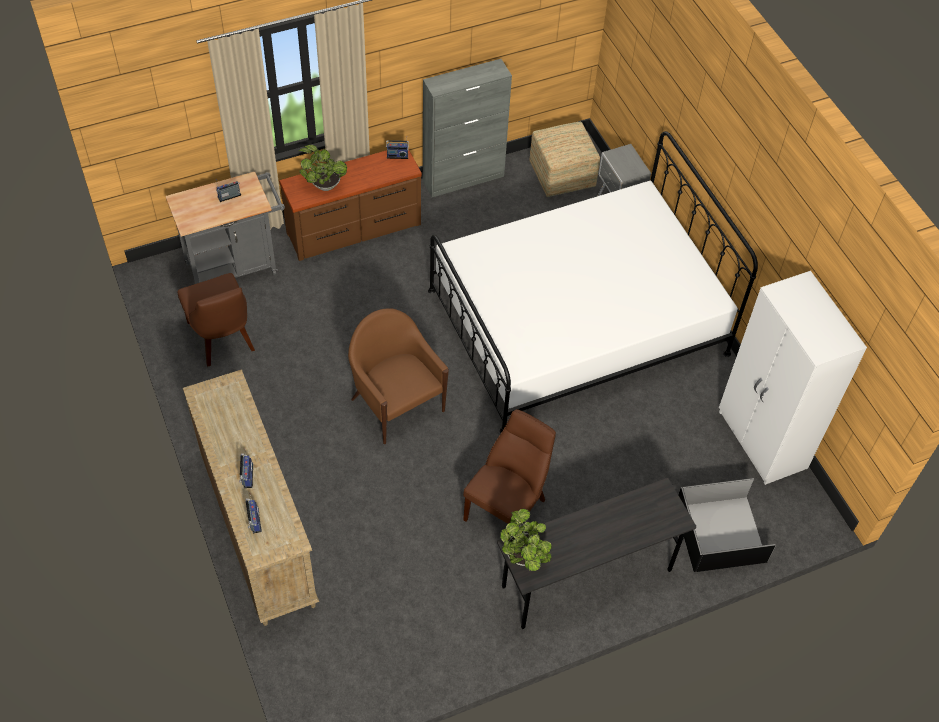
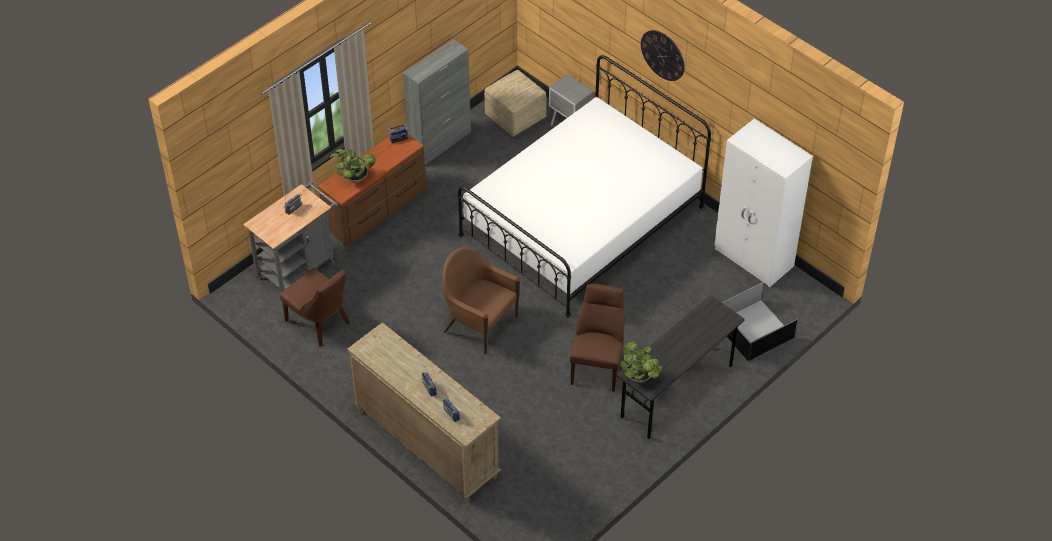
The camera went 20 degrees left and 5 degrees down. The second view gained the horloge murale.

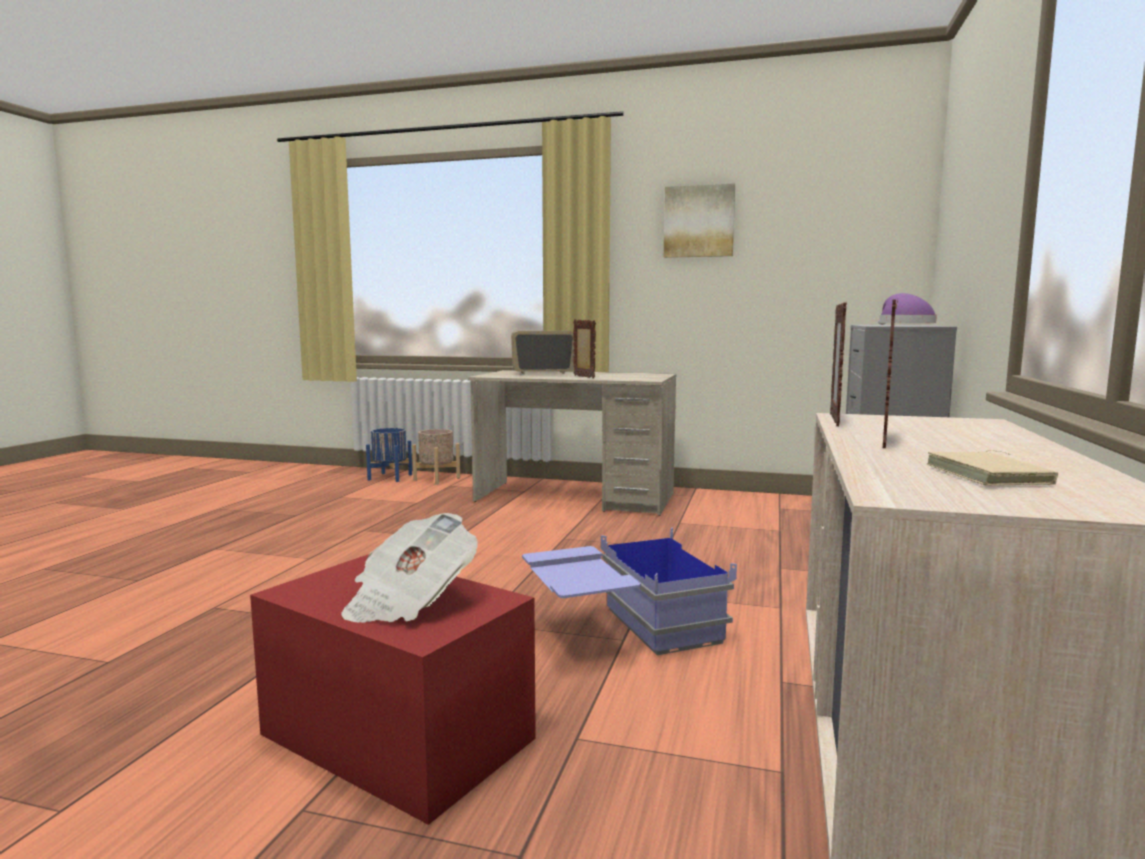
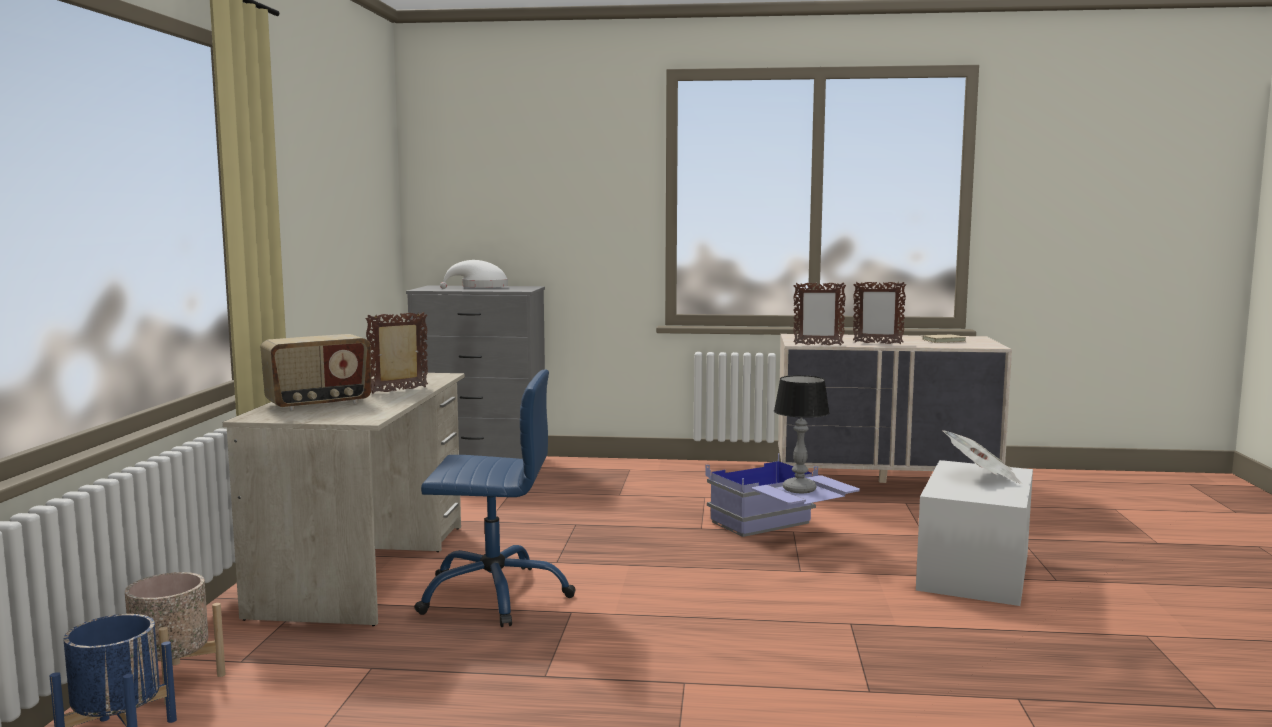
The camera went 100 degrees left and 0 degrees up. The second view lost the tableau. The second view gained the chaise de bureau [bleu]. The second view gained the lampe de table. What was the boîte de rangement [rouge] turned into the boîte de rangement [blanc]. What was the chapeau [violet] turned into the chapeau [blanc]. The radio ended up facing another way, 105 degrees counterclockwise from before.

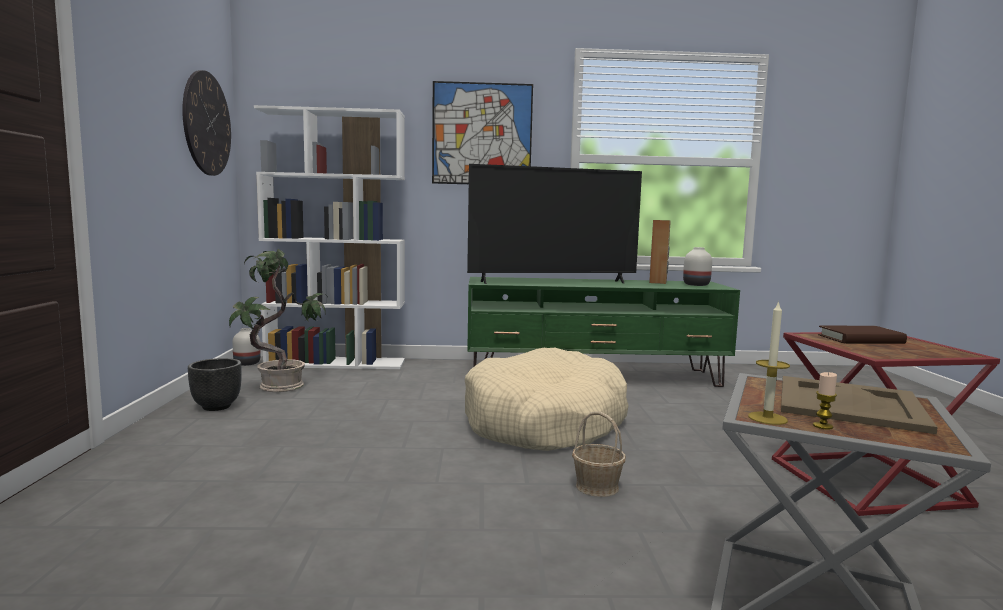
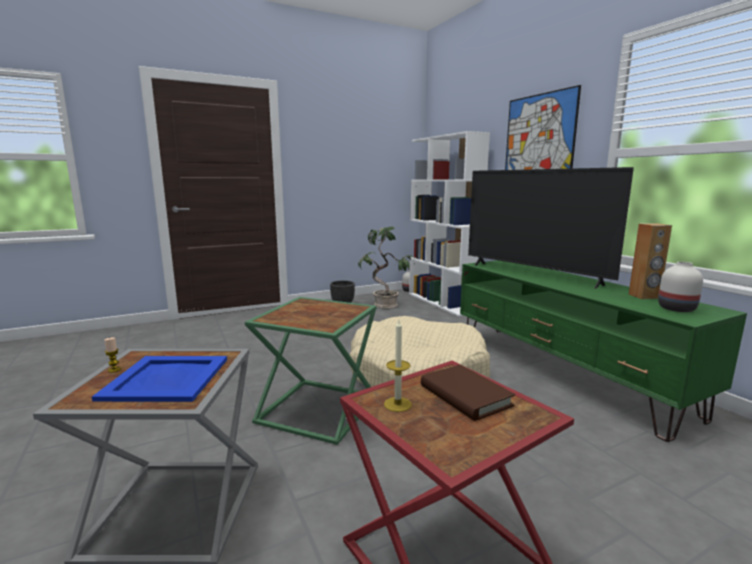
The camera went 65 degrees right and 5 degrees up. The second view lost the horloge murale. The bougie (no. 1 from left in the first image) ended up elsewhere. Where the panier stood, the table d'appoint [vert] came to stand. What was the plateau [beige] turned into the plateau [bleu].

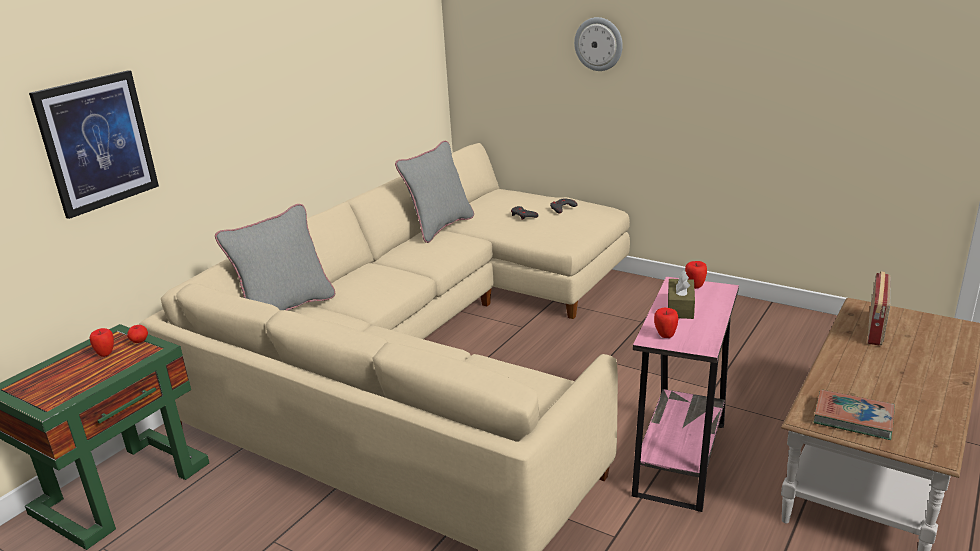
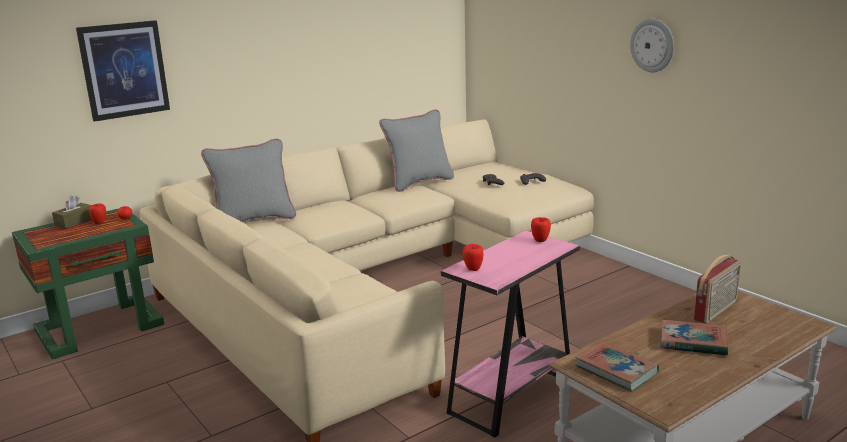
The camera went 20 degrees right and 5 degrees down. The second view gained the livre (no. 2 from left). The horloge murale ended up elsewhere. The boîte à mouchoirs [marron] ended up elsewhere.

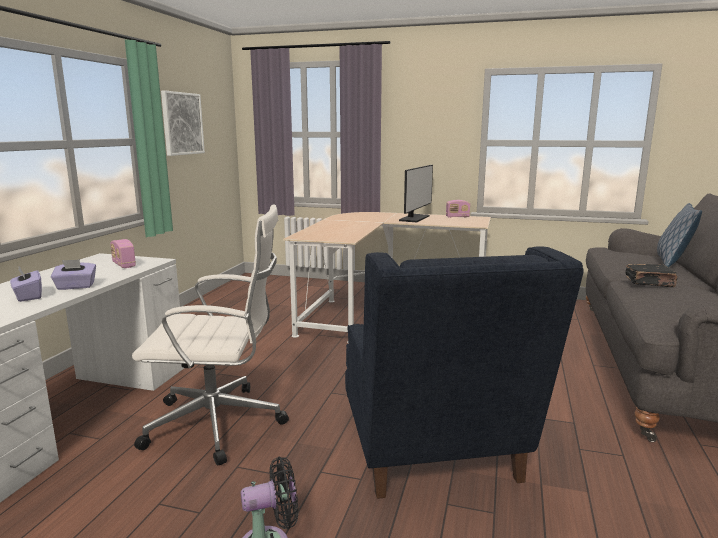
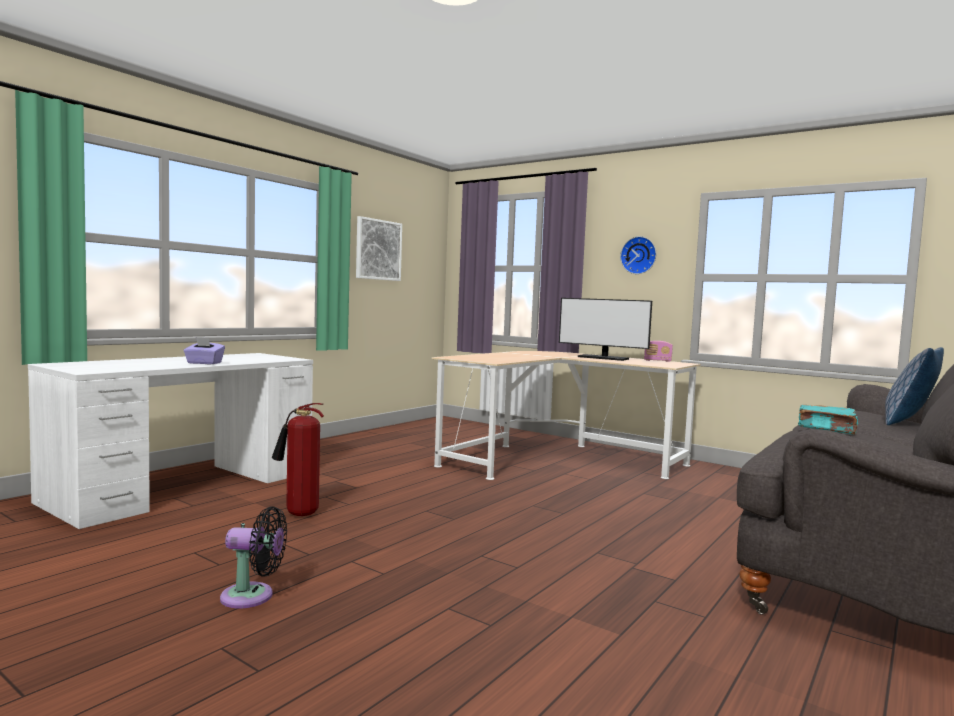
The camera went 20 degrees right and 10 degrees down. The second view lost the boîte à mouchoirs [violet] (no. 1 from left). The second view lost the radio (no. 1 from left). The second view lost the fauteuil [bleu]. The second view gained the horloge murale. Where the chaise de bureau [blanc] stood, the extincteur came to stand. What was the livre [noir] turned into the livre [turquoise]. The écran d'ordinateur ended up facing another way, 75 degrees clockwise from before.

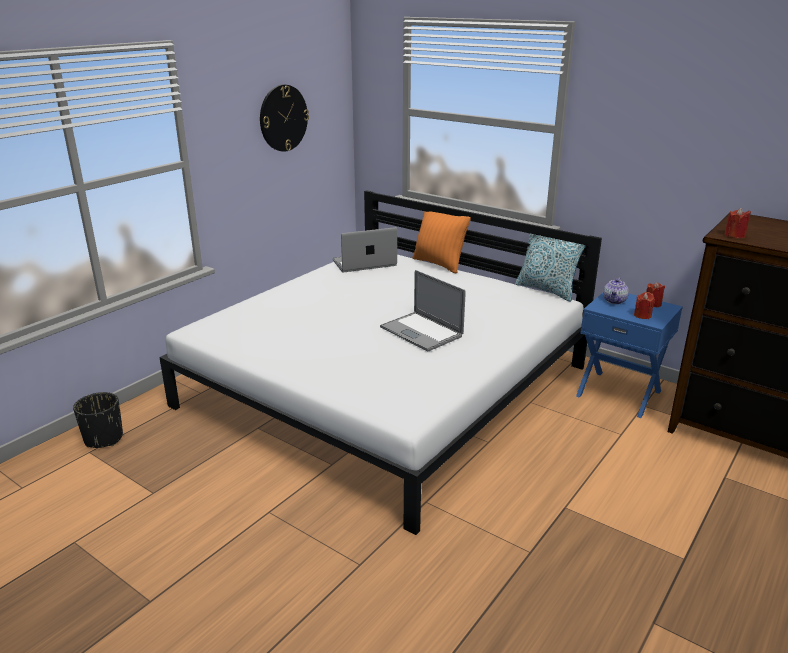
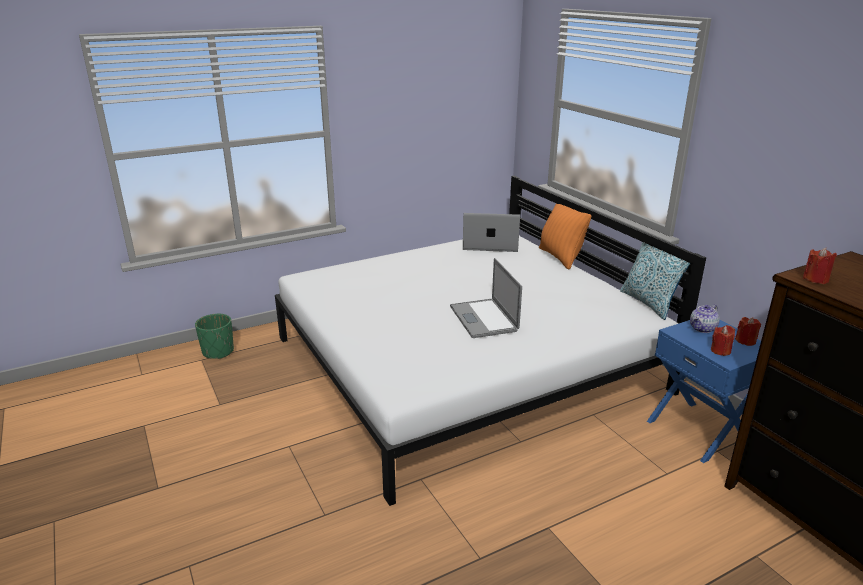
The camera went 25 degrees right and 0 degrees up. The second view lost the horloge murale. What was the cache-pot [noir] turned into the cache-pot [vert].

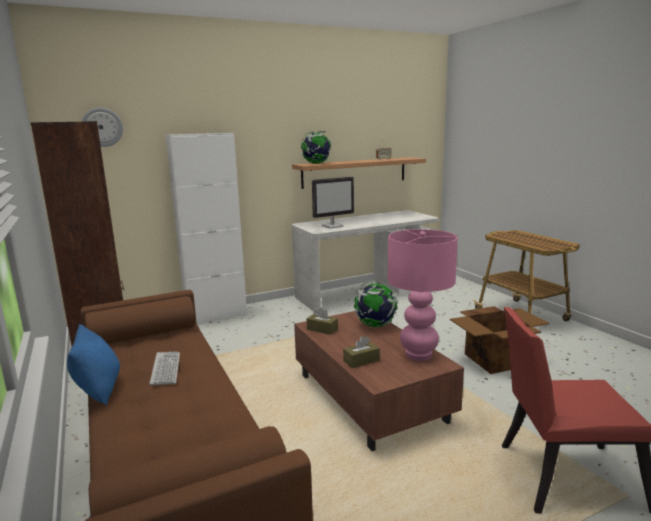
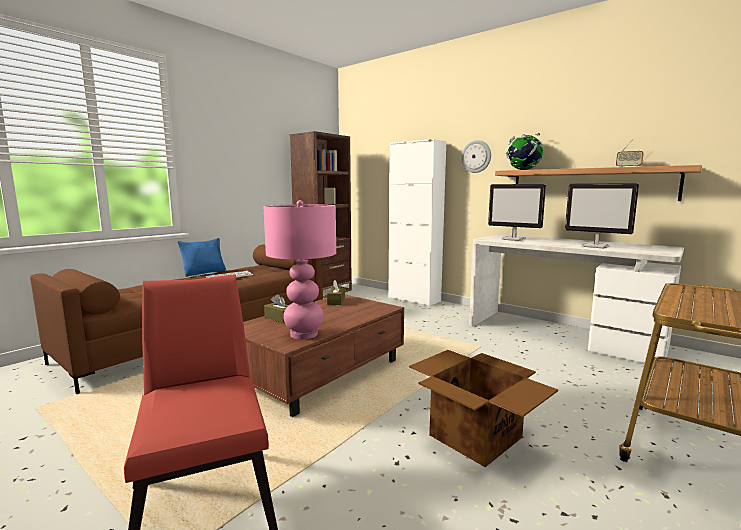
The camera went 65 degrees right and 5 degrees down. The second view lost the globe (no. 2 from left). The second view gained the écran d'ordinateur (no. 2 from left). The horloge murale ended up elsewhere.

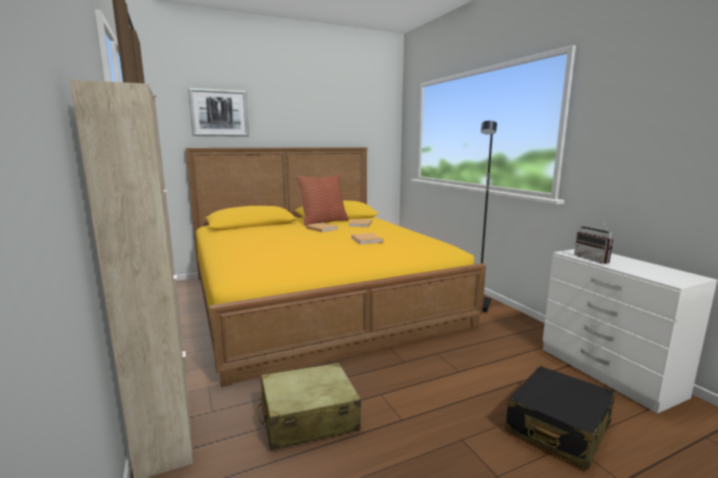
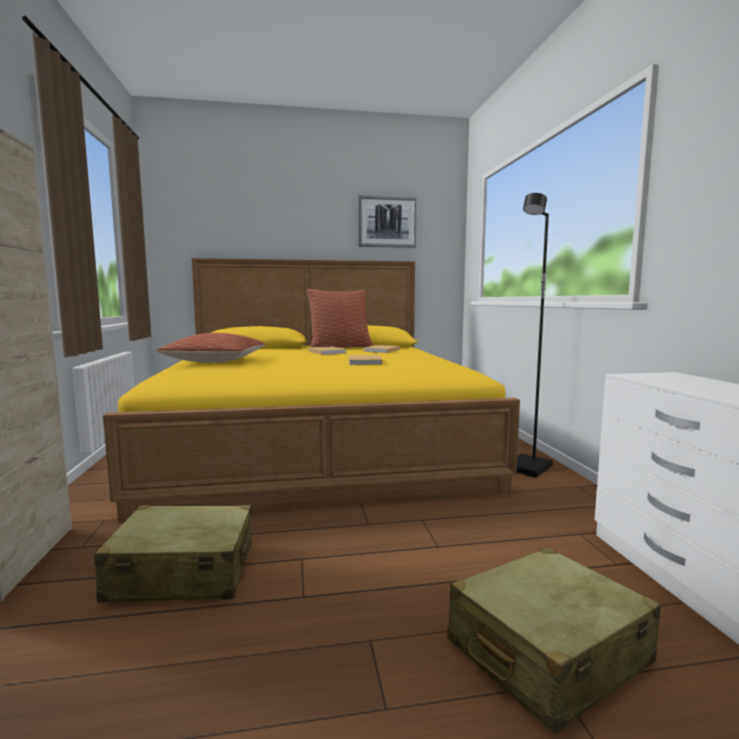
The camera went 15 degrees right and 5 degrees down. The second view lost the radio. The second view gained the coussin (no. 1 from left). The tableau ended up elsewhere. What was the valise [noir] turned into the valise [beige] (no. 2 from left).

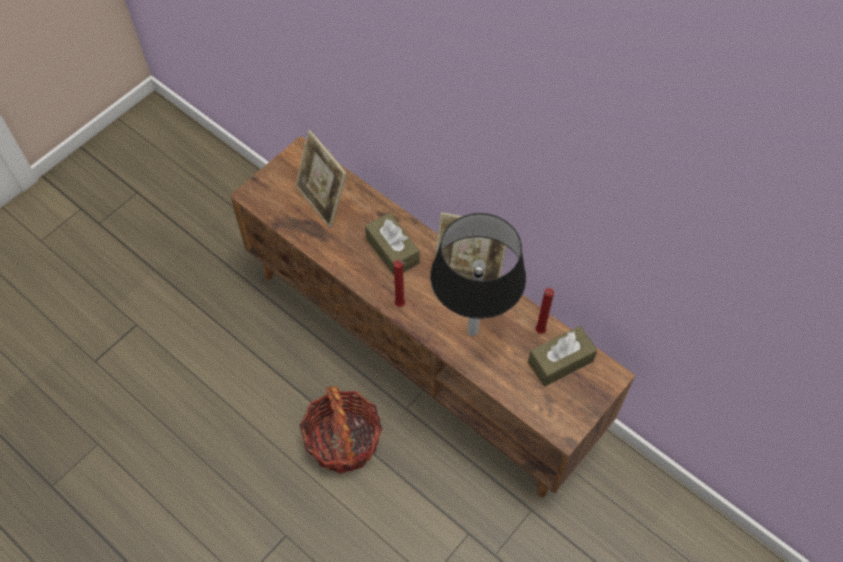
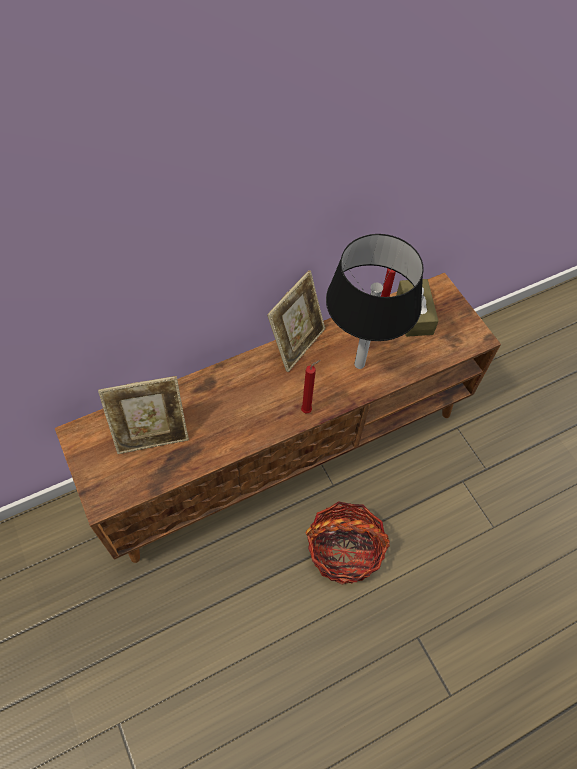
The camera went 70 degrees left and 0 degrees up. The second view lost the boîte à mouchoirs [marron] (no. 1 from left).

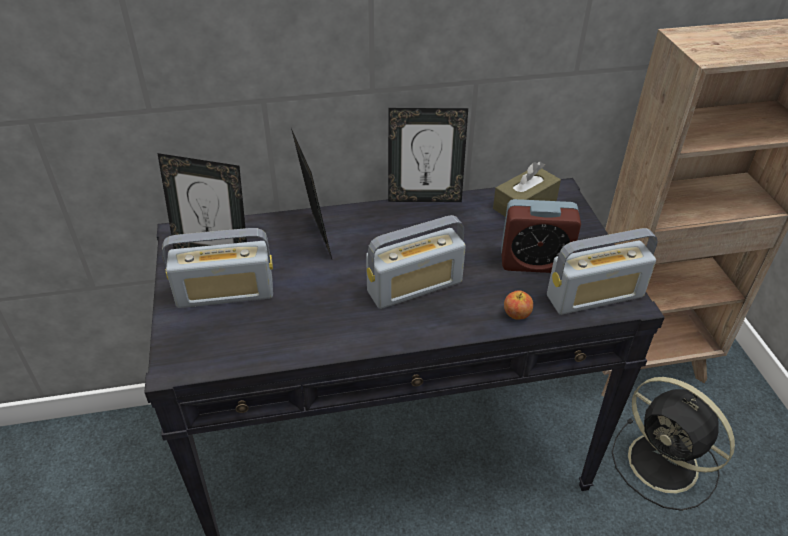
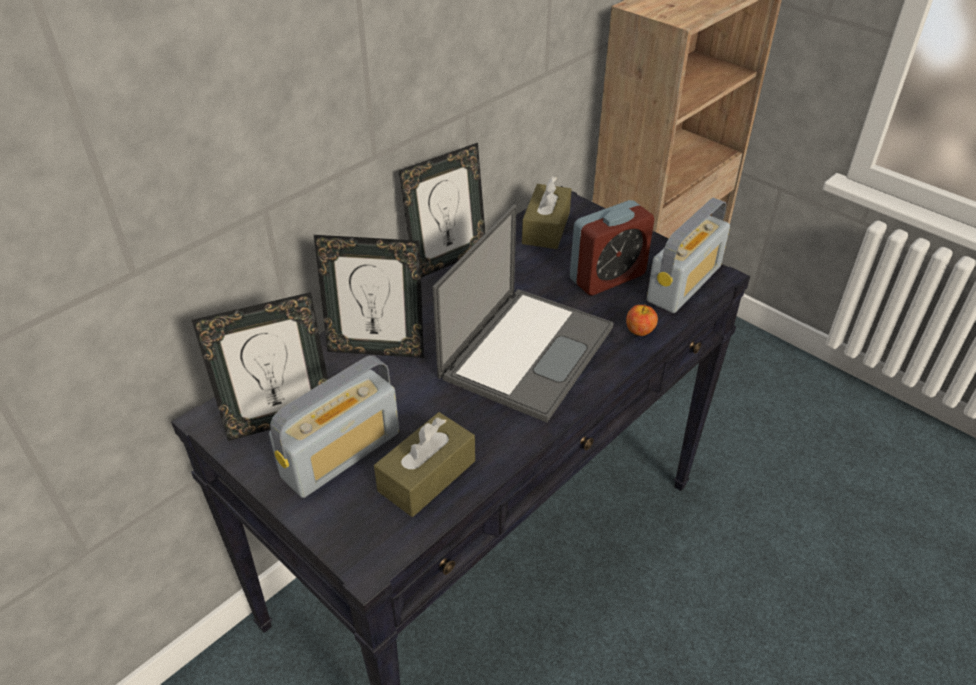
The camera went 35 degrees left and 0 degrees up. The second view lost the ventilateur [noir]. The second view gained the boîte à mouchoirs [marron] (no. 1 from left). Where the radio (no. 2 from left) stood, the ordinateur portable came to stand. The cadre photo (no. 2 from left) ended up facing another way, 150 degrees clockwise from before.

